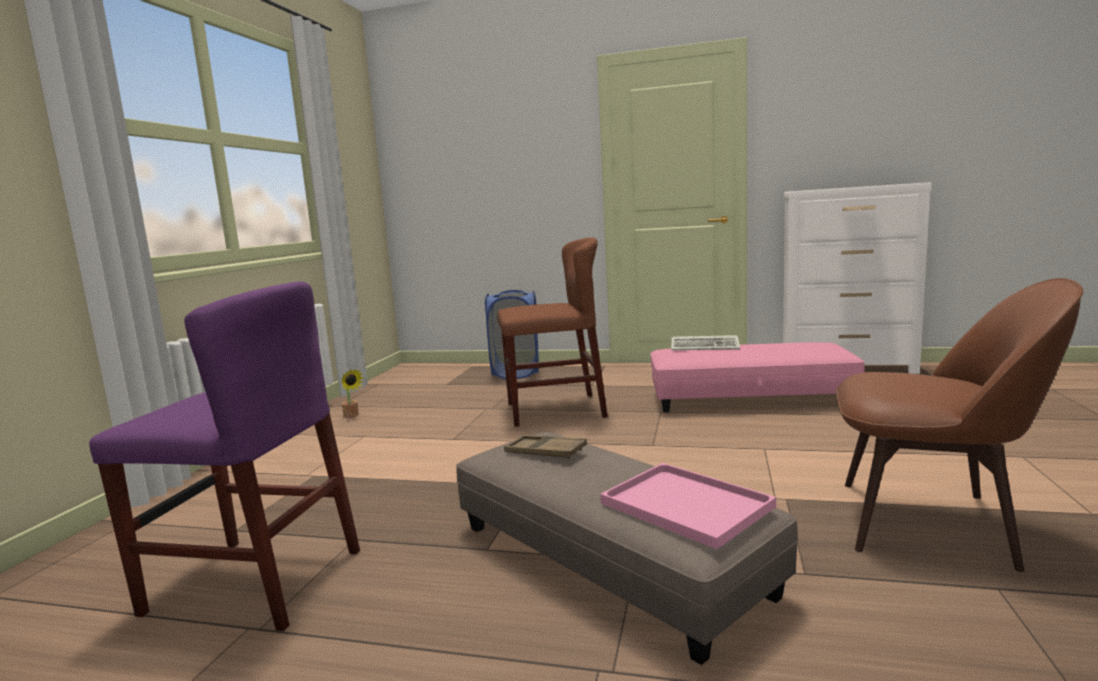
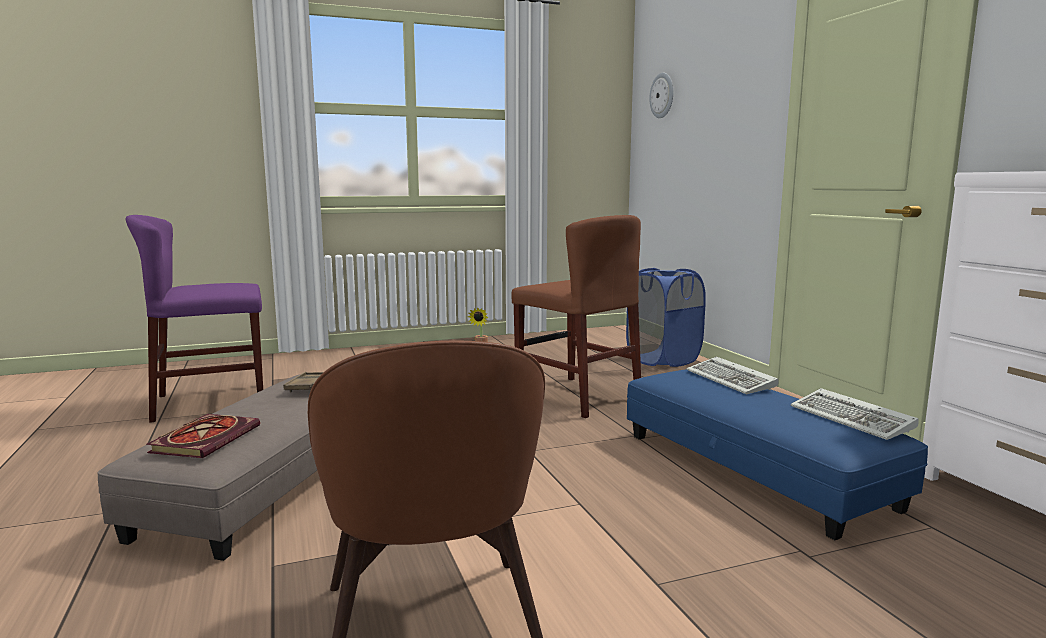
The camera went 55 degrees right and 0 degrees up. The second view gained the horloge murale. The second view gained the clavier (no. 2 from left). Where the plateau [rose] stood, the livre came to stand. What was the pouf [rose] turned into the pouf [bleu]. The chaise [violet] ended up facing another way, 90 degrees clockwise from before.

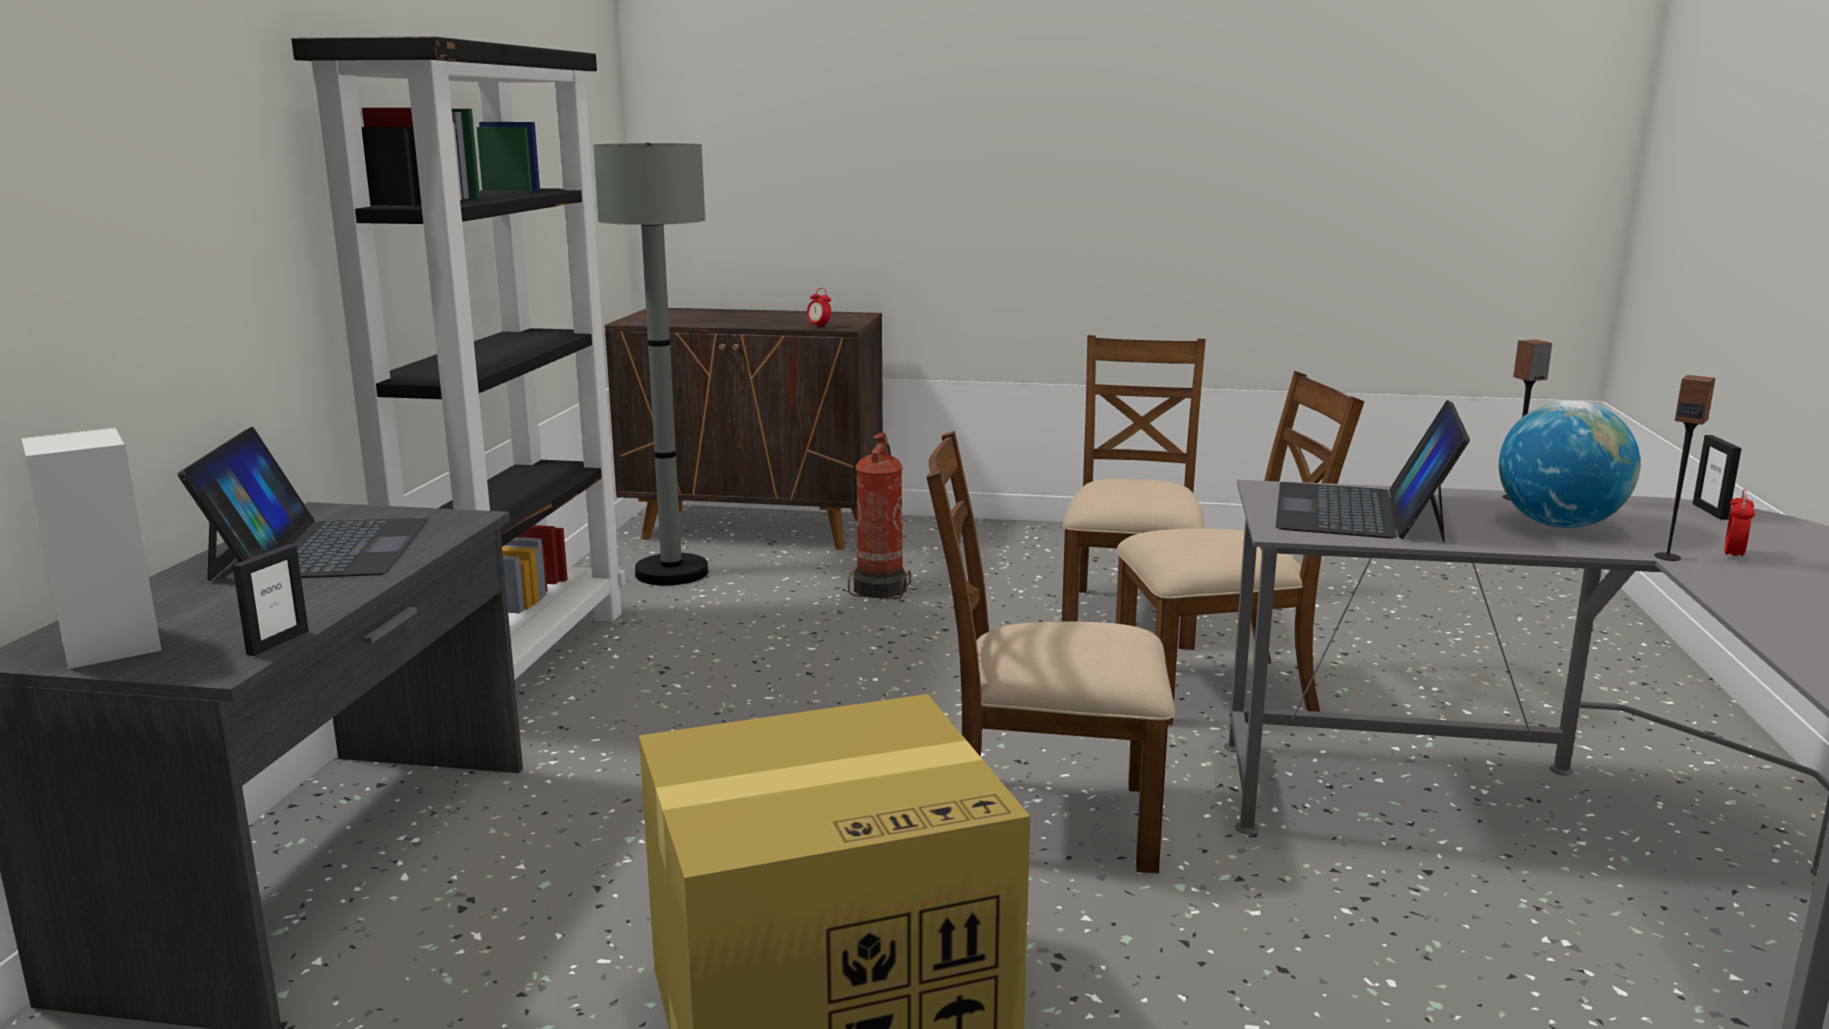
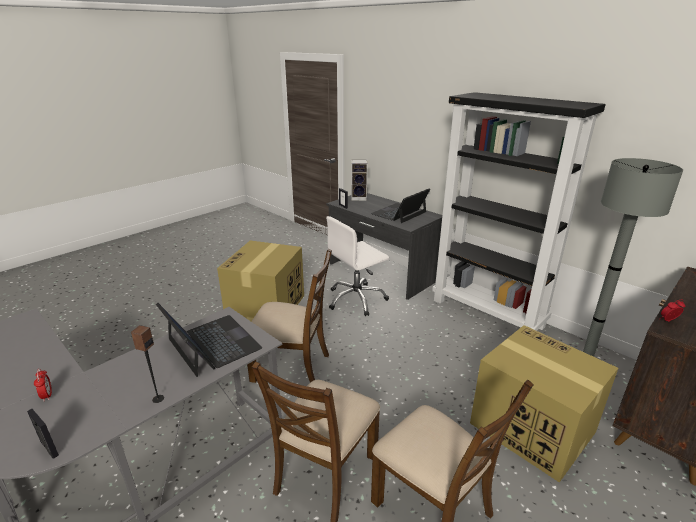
The camera went 125 degrees right and 10 degrees up. The second view lost the globe. The second view lost the enceinte (no. 3 from left). The second view gained the chaise de bureau [blanc]. Where the extincteur stood, the carton (no. 2 from left) came to stand. The ordinateur portable (no. 1 from left in the first image) ended up facing another way, 105 degrees clockwise from before. The chaise [marron] (no. 1 from left) ended up facing another way, 60 degrees clockwise from before.

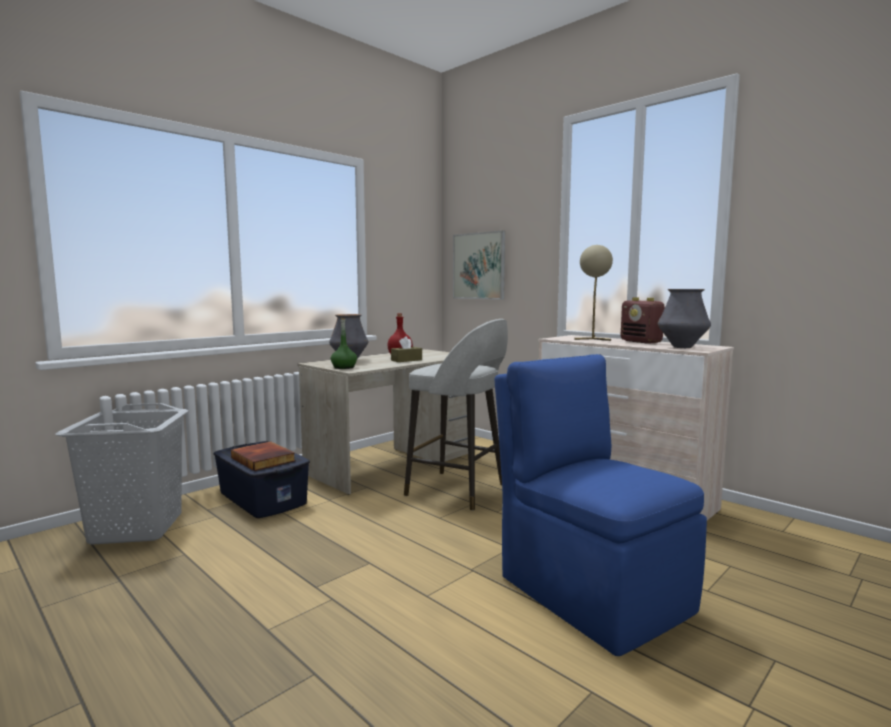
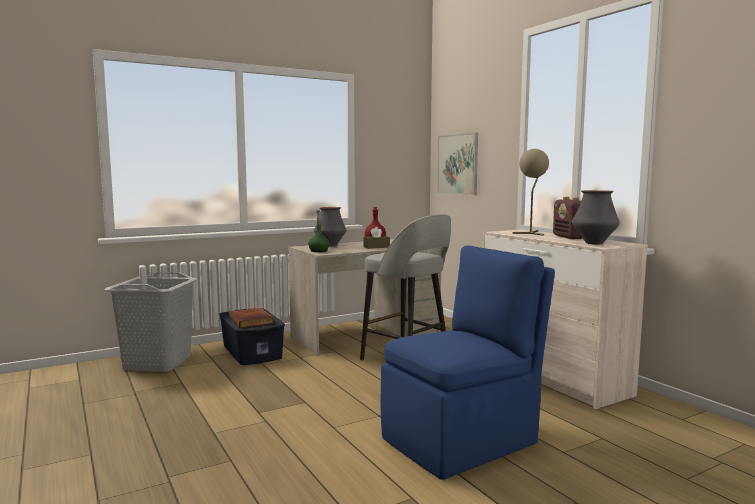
The camera went 15 degrees right and 0 degrees up. The chaise [bleu] ended up facing another way, 75 degrees clockwise from before.

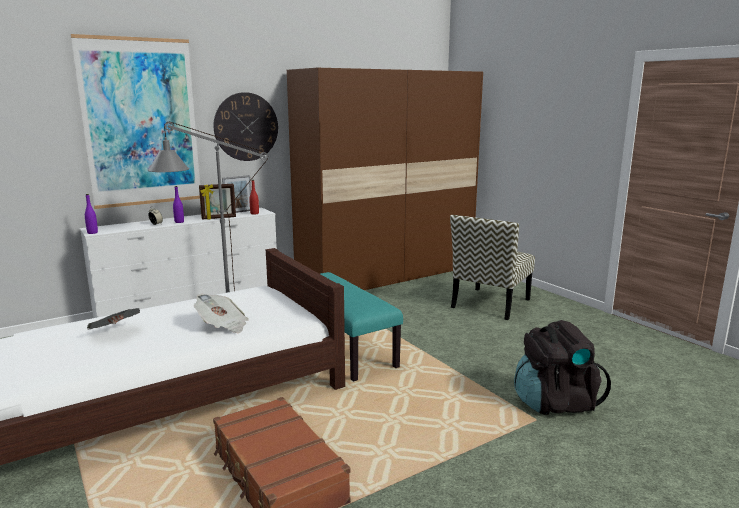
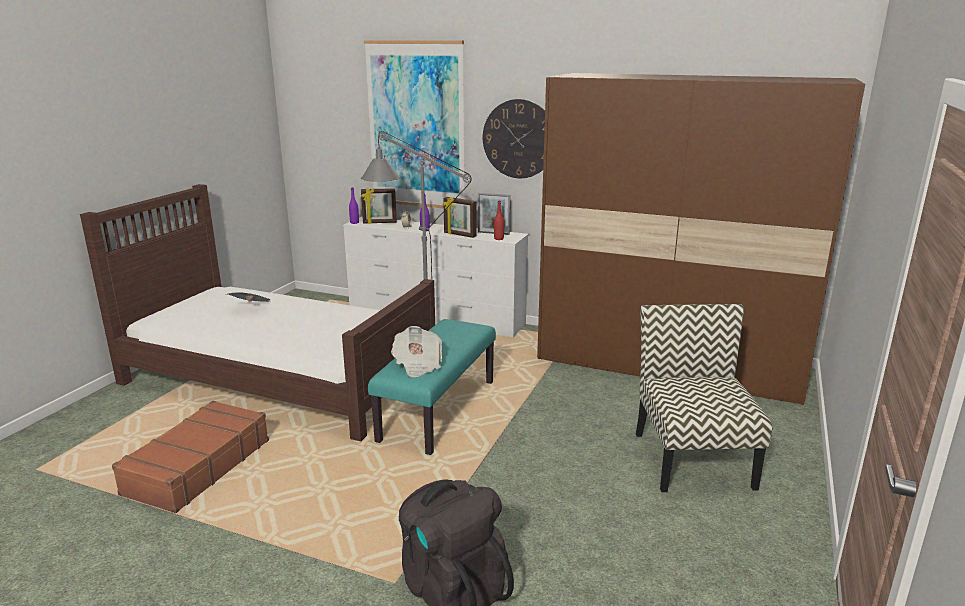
The camera went 55 degrees right and 5 degrees up. The second view gained the cadre photo (no. 1 from left). The journal (no. 2 from left) ended up elsewhere. The chaise ended up facing another way, 90 degrees clockwise from before.

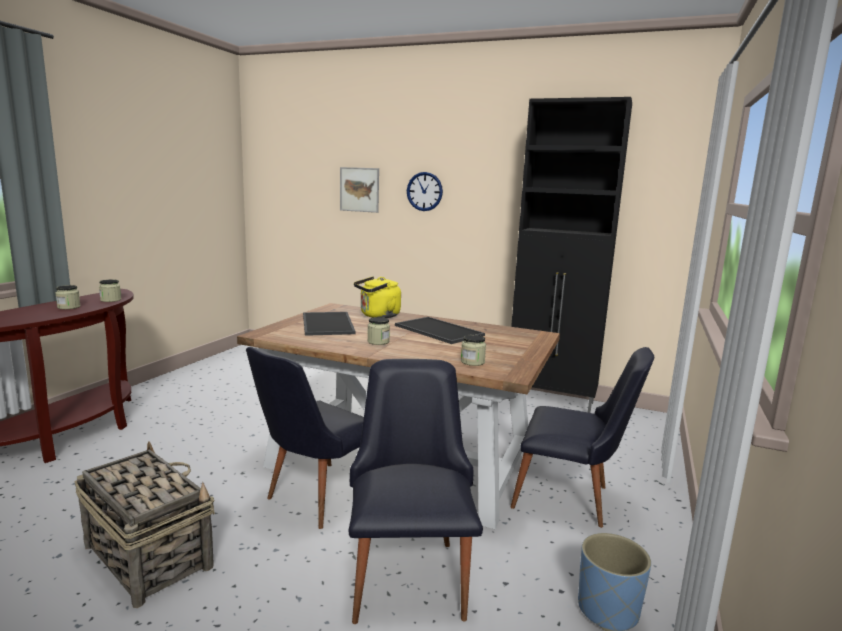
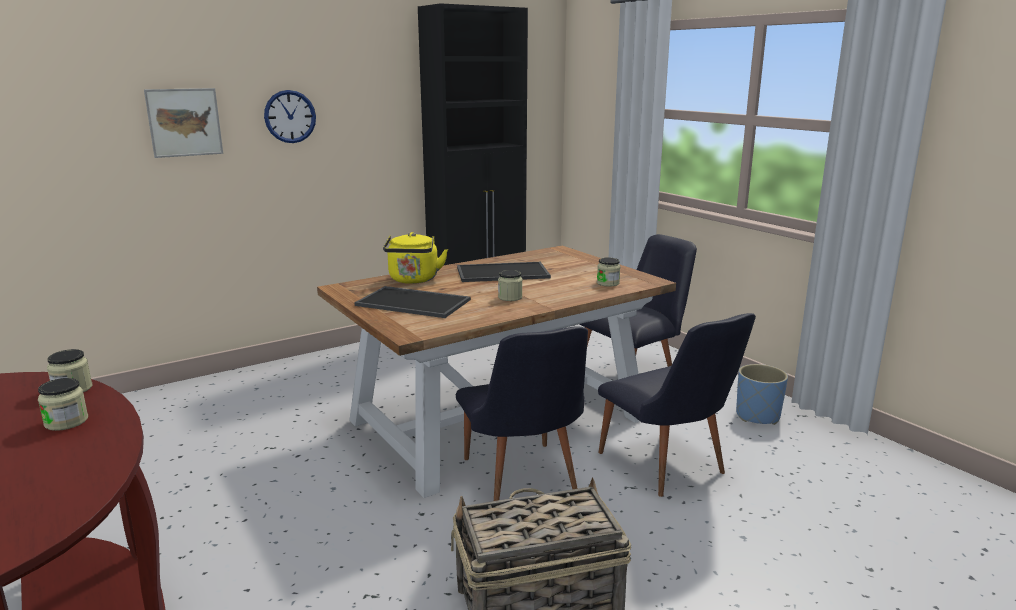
The camera went 55 degrees left and 5 degrees up. The chaise [noir] (no. 2 from left in the first image) ended up facing another way, 150 degrees counterclockwise from before.

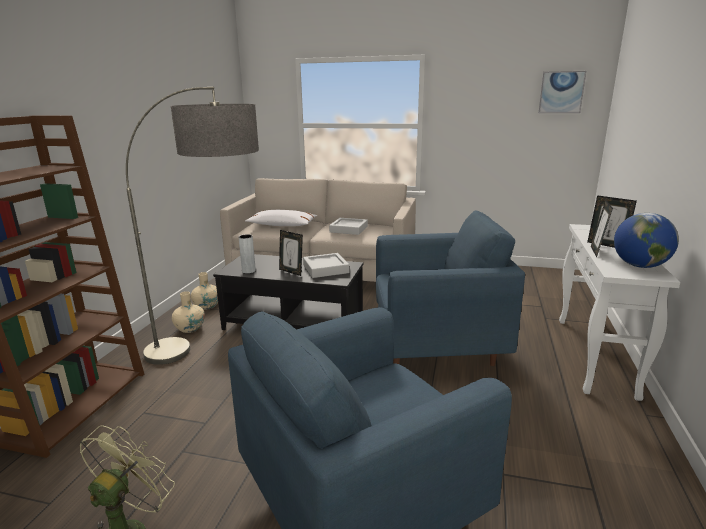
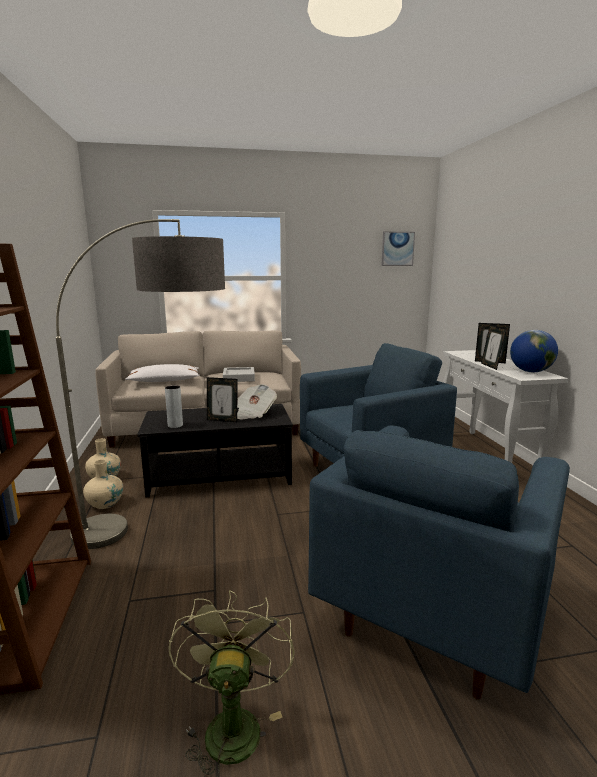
The camera went 25 degrees left and 5 degrees down. Where the plateau [gris] (no. 1 from left) stood, the journal came to stand.

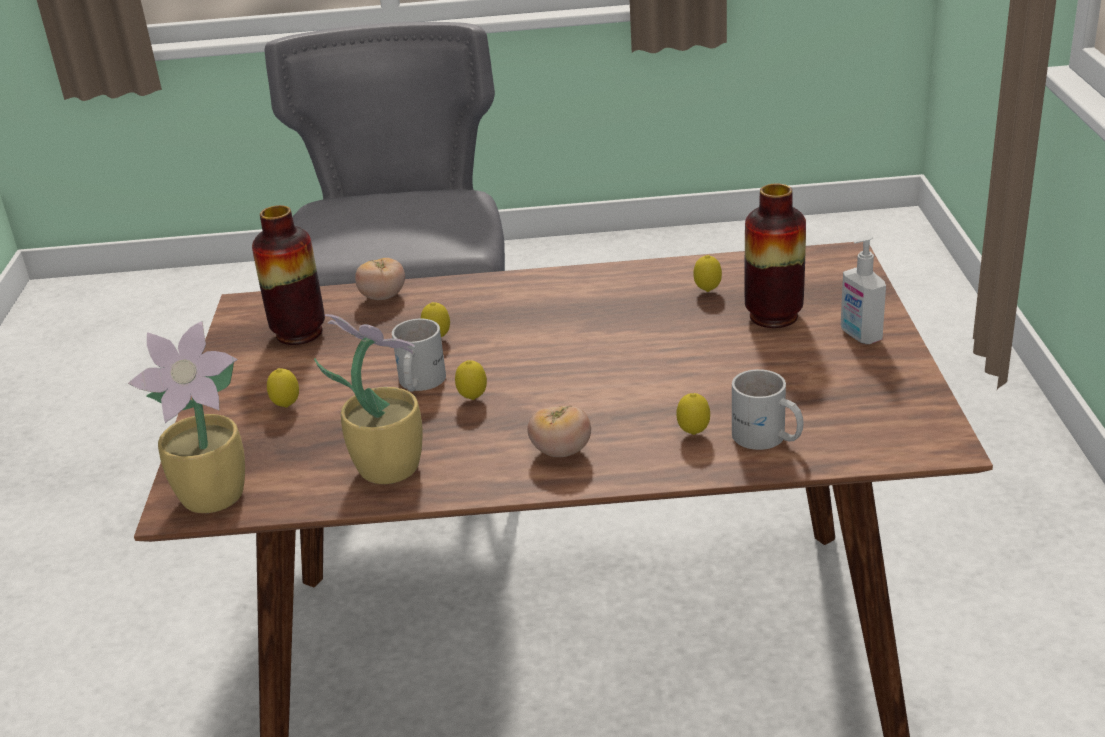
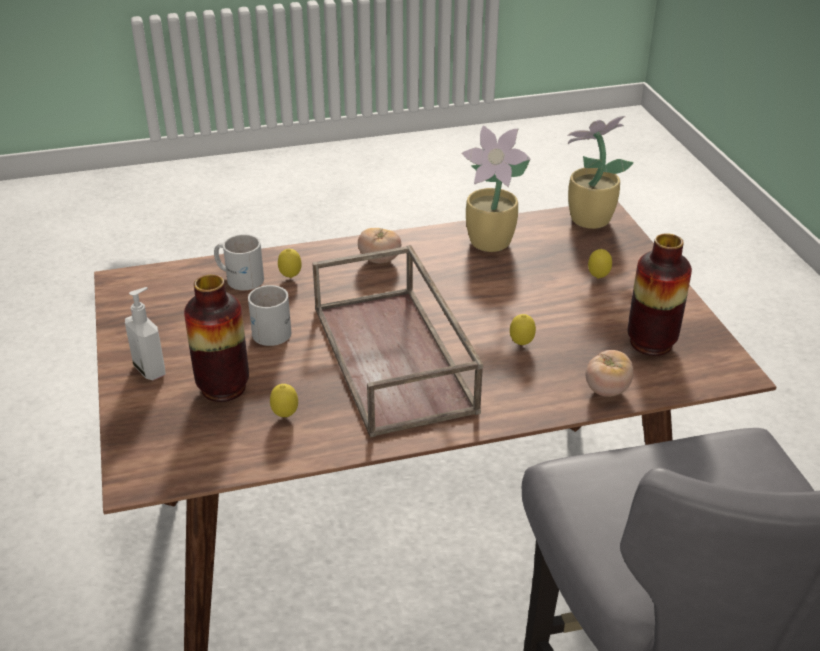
The camera went 165 degrees right and 5 degrees up. The second view lost the citron (no. 3 from left). The second view gained the plateau [marron]. The mug [blanc] (no. 1 from left in the first image) ended up elsewhere.

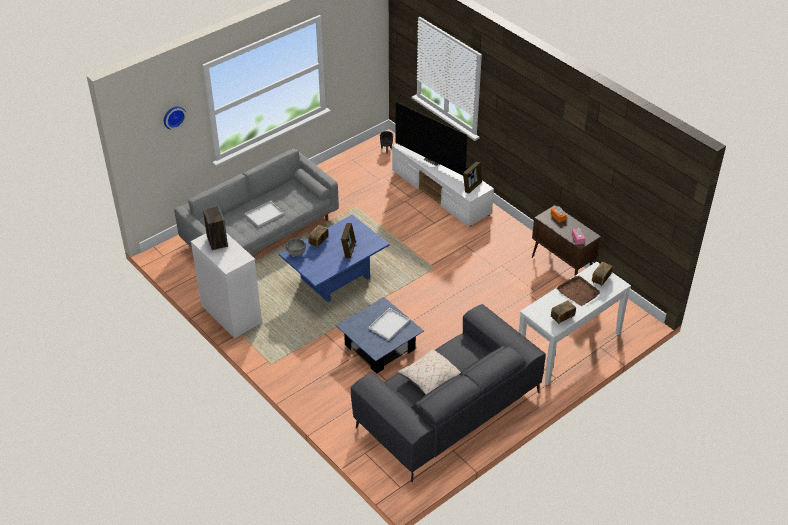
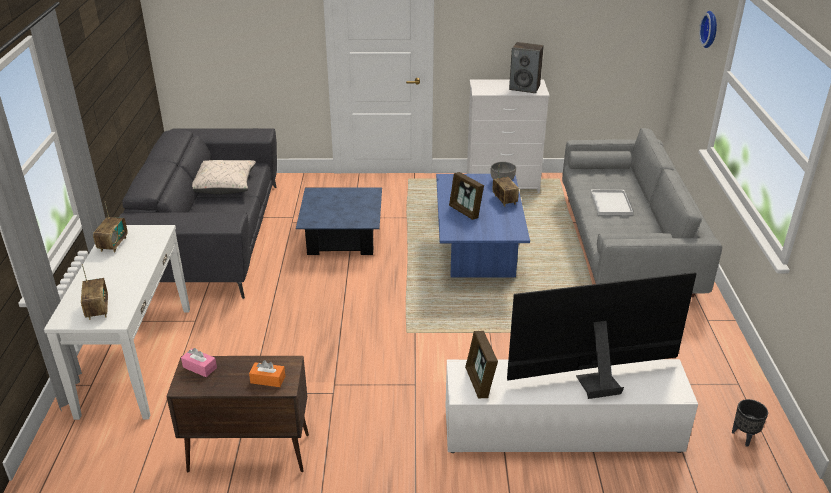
The camera went 130 degrees right and 10 degrees down. The second view lost the plateau [blanc] (no. 2 from left). The second view lost the plateau [marron].

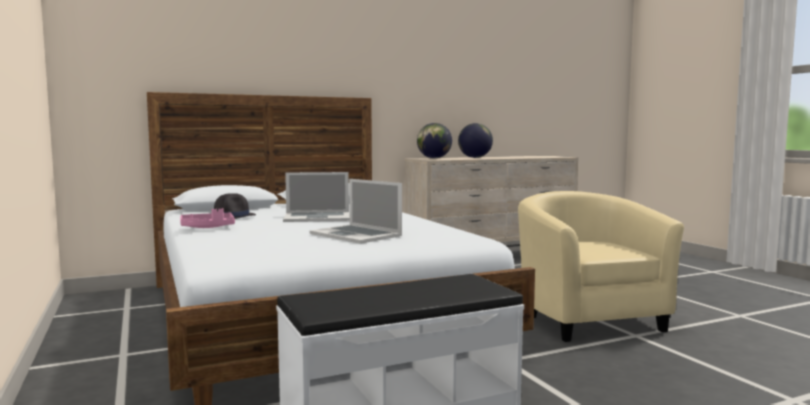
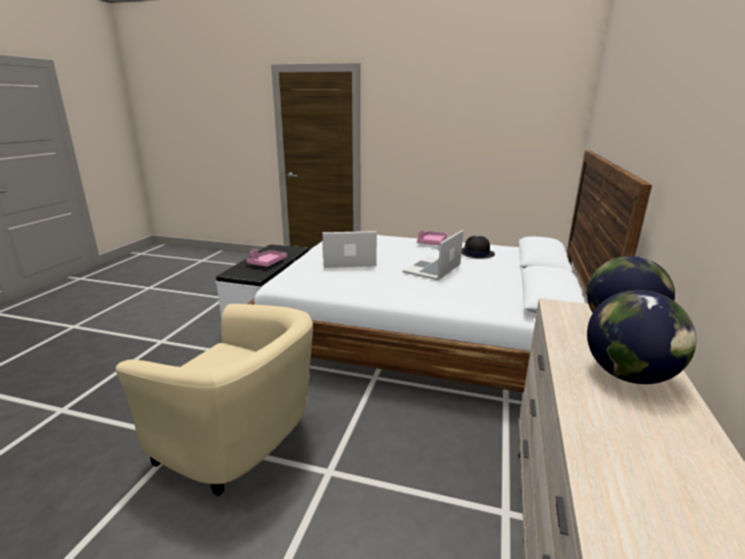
The camera went 130 degrees right and 15 degrees up. The second view gained the plateau [rose] (no. 1 from left).

